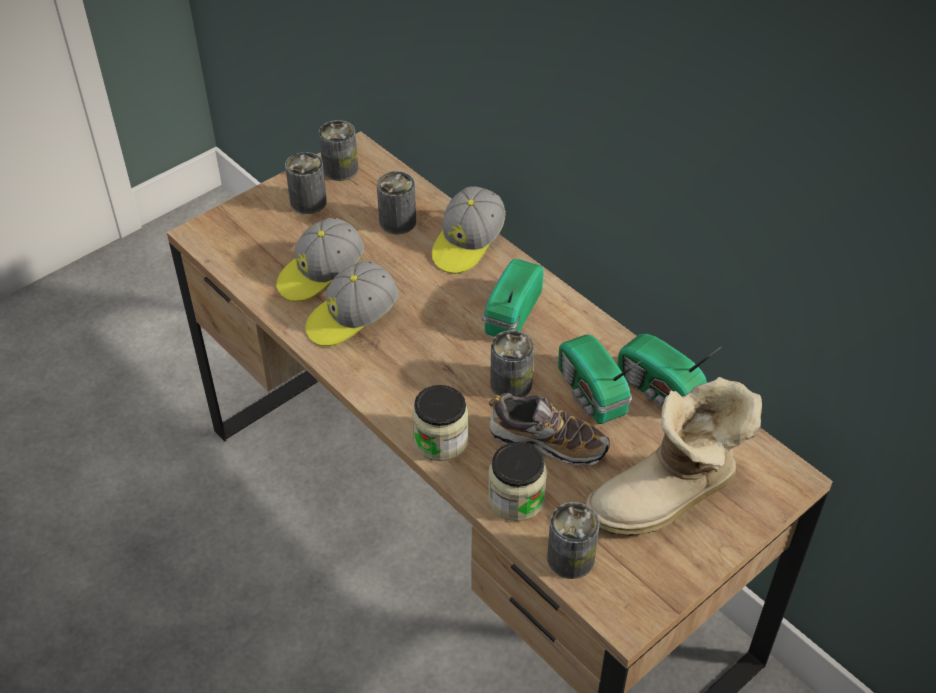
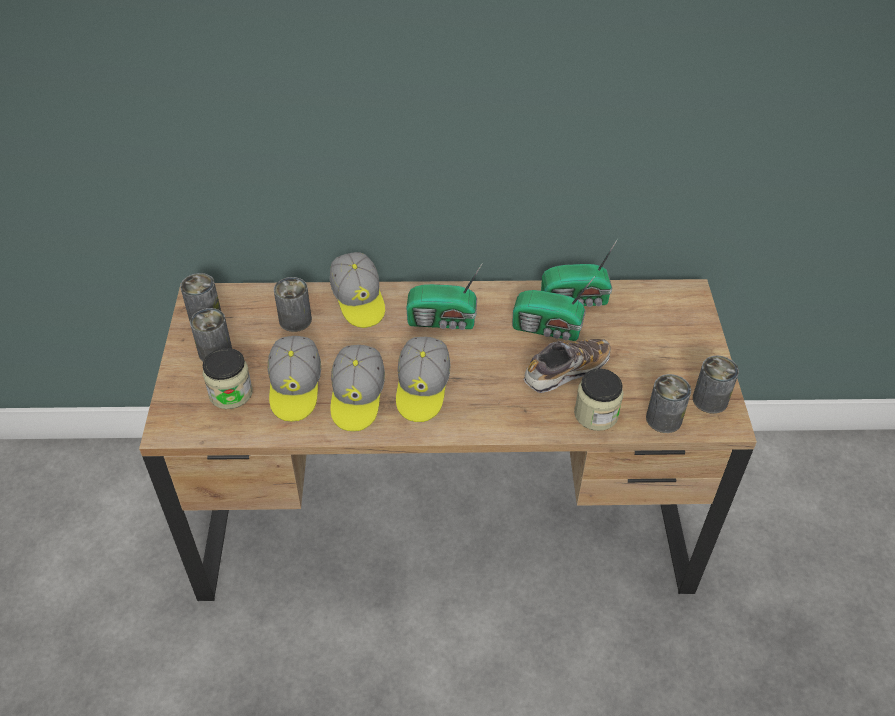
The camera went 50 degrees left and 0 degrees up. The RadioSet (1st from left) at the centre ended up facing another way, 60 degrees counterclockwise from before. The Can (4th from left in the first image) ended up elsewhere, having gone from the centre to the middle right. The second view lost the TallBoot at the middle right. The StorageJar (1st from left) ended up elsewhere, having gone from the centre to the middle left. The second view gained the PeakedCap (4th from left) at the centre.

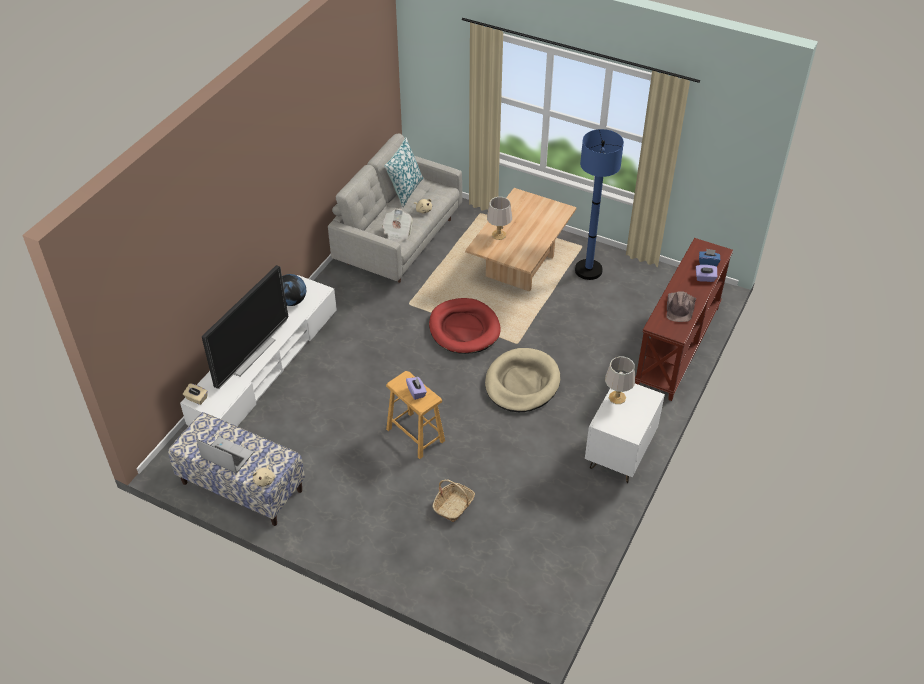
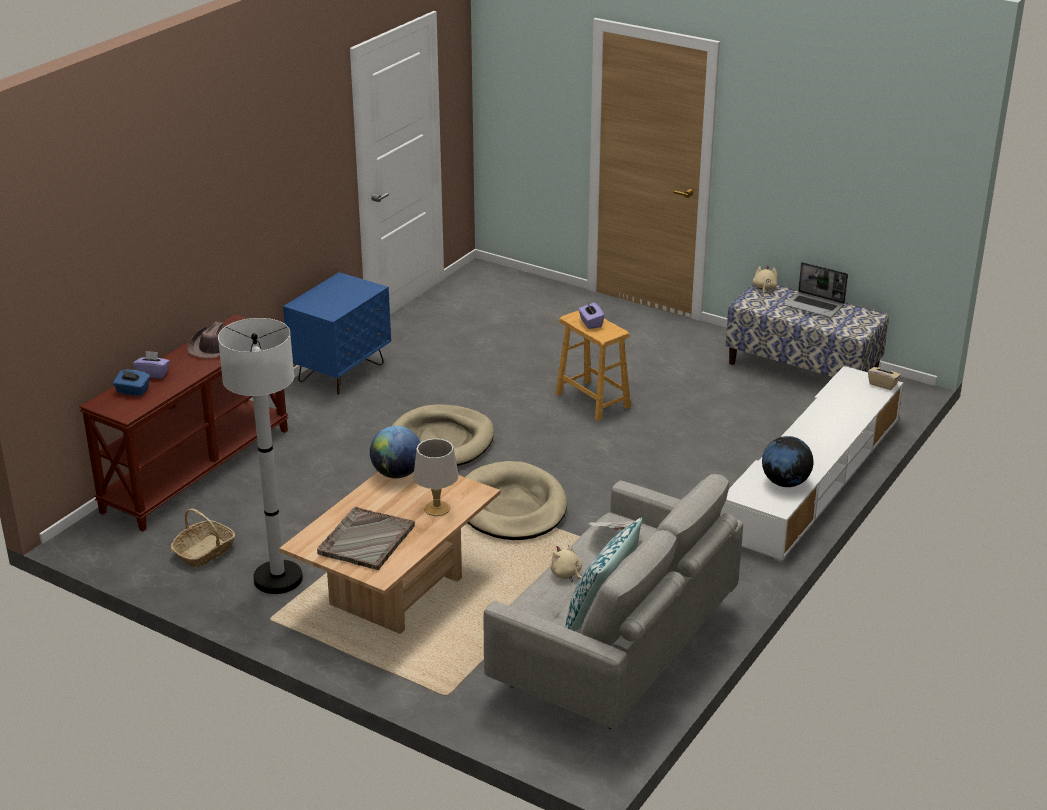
The camera went 175 degrees left and 15 degrees down. What was the BluishStandingLamp at the top centre turned into the WhiteStandingLamp at the middle left. The second view lost the Television at the middle left. What was the ReddishDogBed at the centre turned into the BeigeColouredDogBed (2nd from left) at the centre. The second view lost the GreyTabletopLamp (2nd from left) at the middle right. What was the WhiteNightstand at the middle right turned into the BluishNightstand at the middle left. The Basket ended up elsewhere, having gone from the bottom centre to the middle left. The second view gained the Globe (1st from left) at the centre. The second view gained the GreyServingTray at the centre.

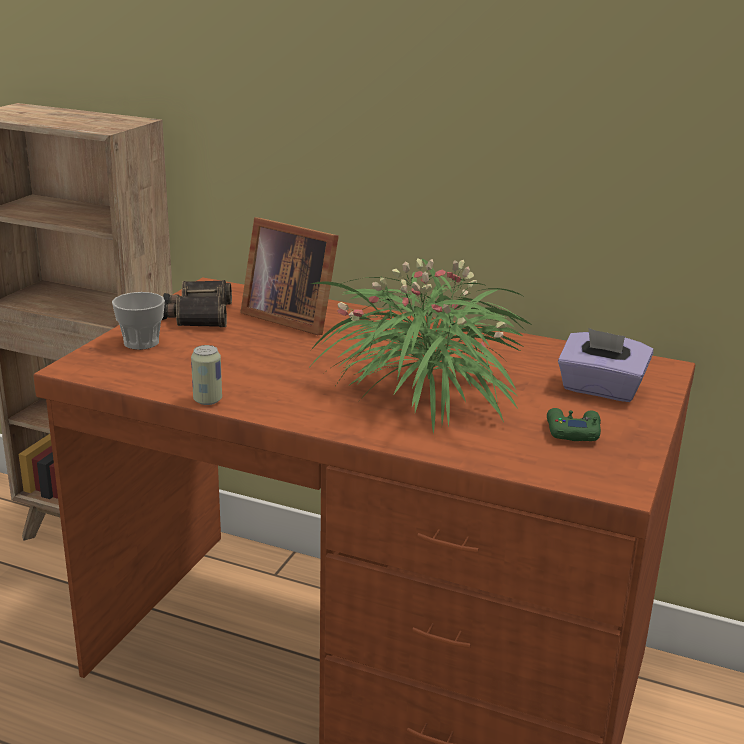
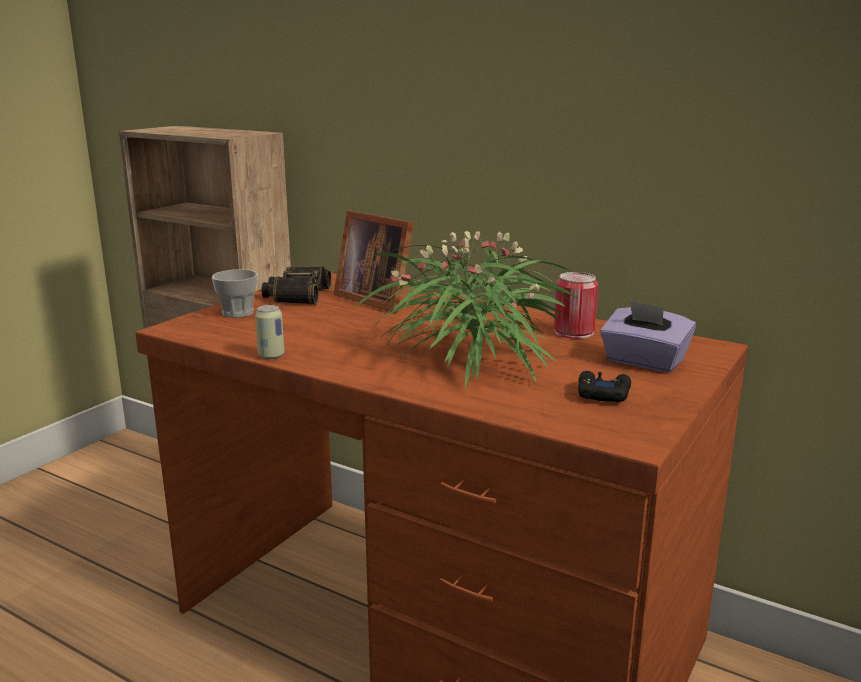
The camera went 10 degrees right and 5 degrees down. What was the GreenGameController at the middle right turned into the BlackGameController at the middle right. The second view gained the Can (2nd from left) at the middle right.

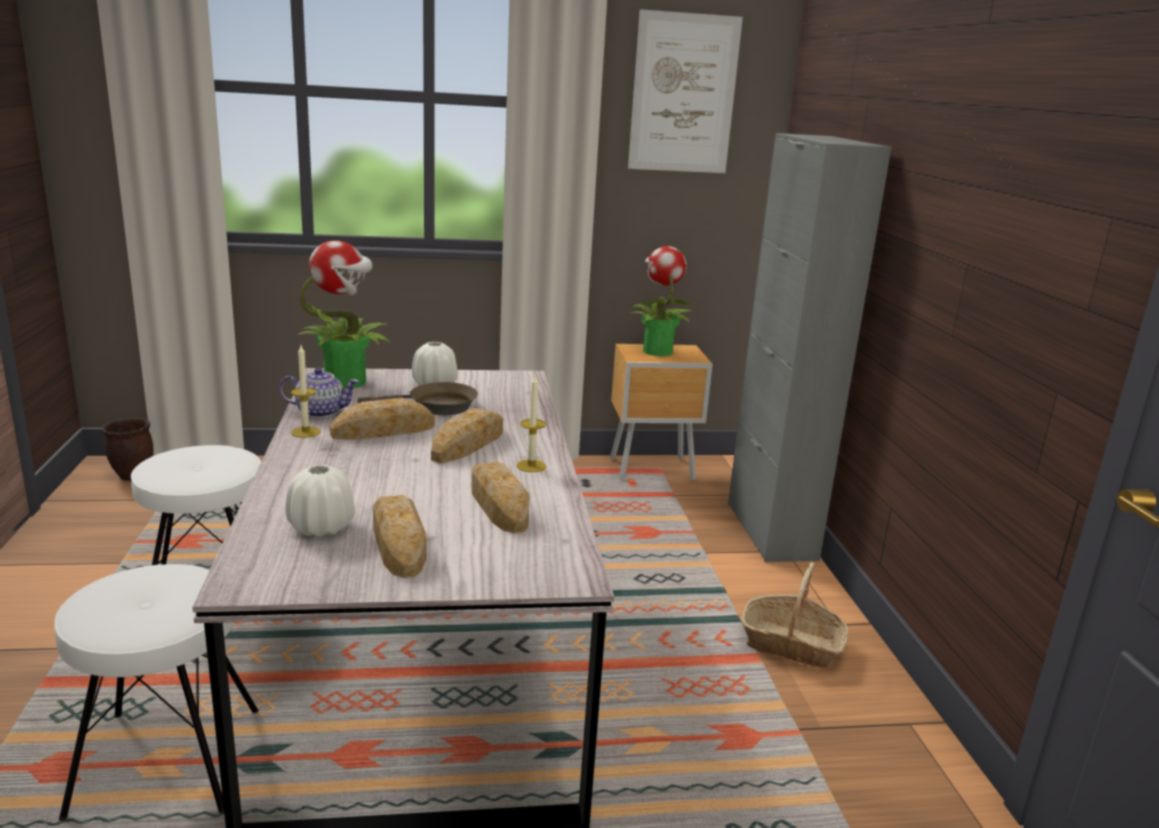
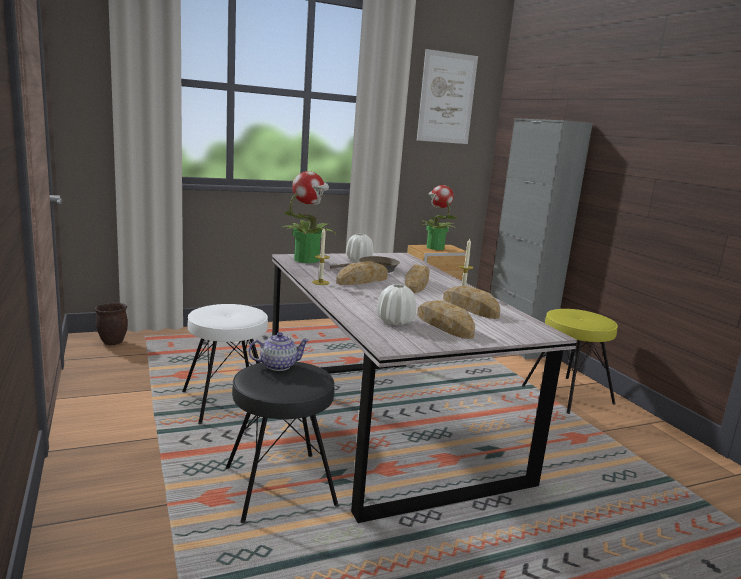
The camera went 15 degrees left and 5 degrees down. The PotForTea ended up elsewhere, having gone from the middle left to the centre. Where the Basket stood at the bottom right, the YellowishStoolSeat came to stand at the middle right. What was the WhiteStoolSeat (1st from left) at the bottom left turned into the BlackStoolSeat at the bottom centre.

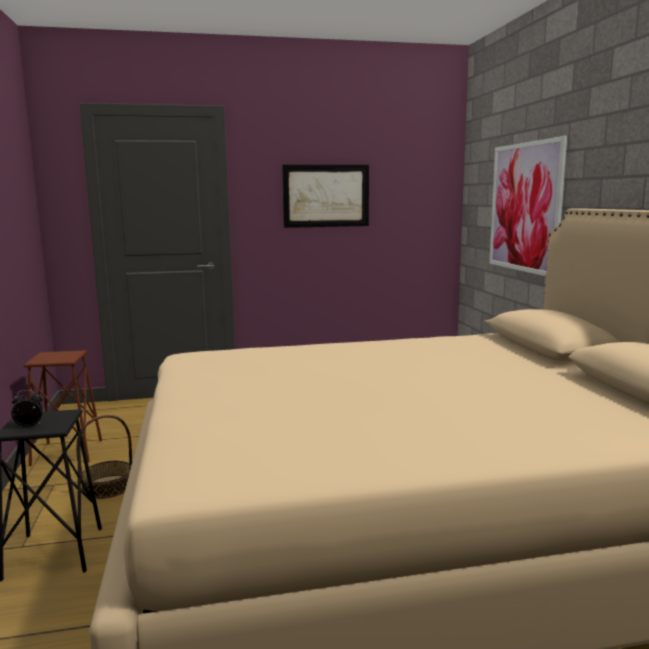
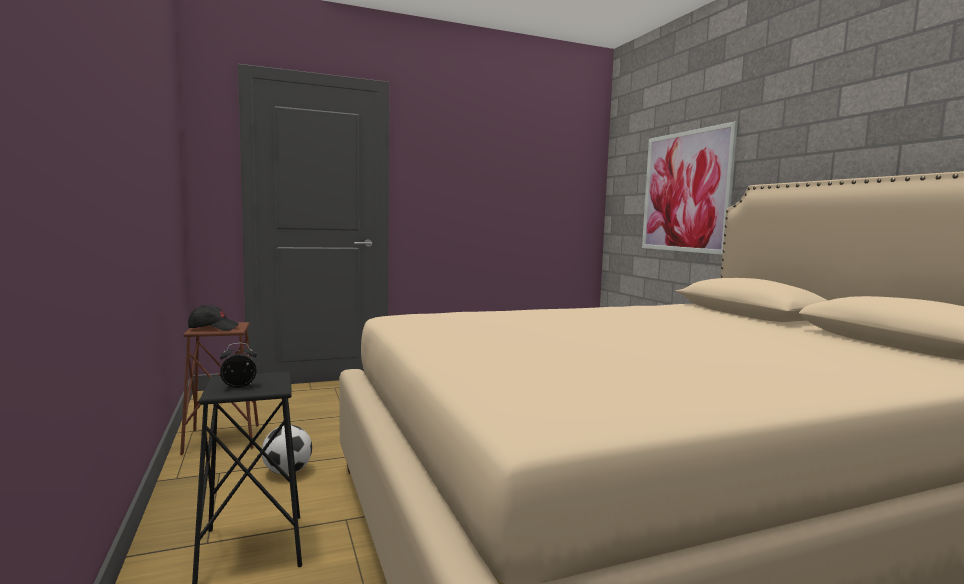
The camera went 10 degrees left and 5 degrees down. The second view lost the Picture (1st from left) at the top centre. Where the Basket stood at the bottom left, the FootballBall came to stand at the bottom left. The second view gained the BlackPeakedCap at the middle left.

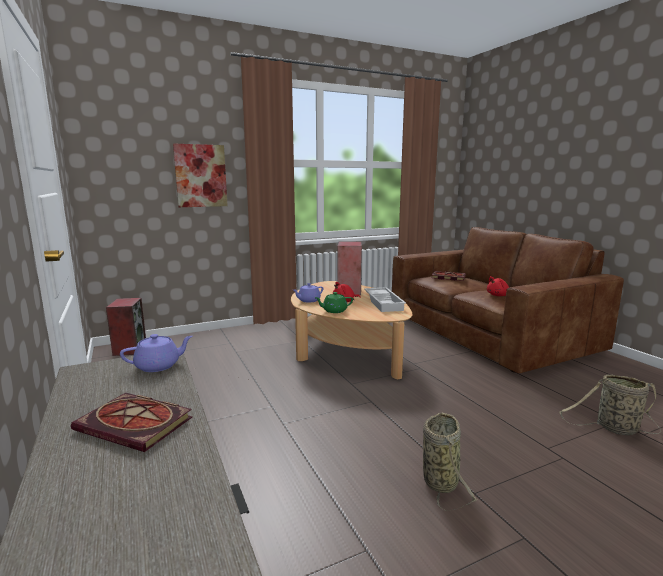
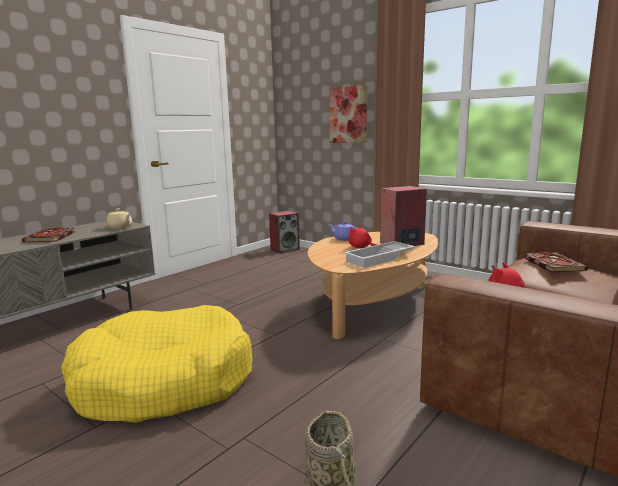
The camera went 65 degrees right and 0 degrees up. The second view lost the GreenPotForTea at the centre. What was the PurplePotForTea (1st from left) at the middle left turned into the BeigeColouredPotForTea at the middle left. Where the Basket (1st from left) stood at the bottom right, the YellowishDogBed came to stand at the bottom left.

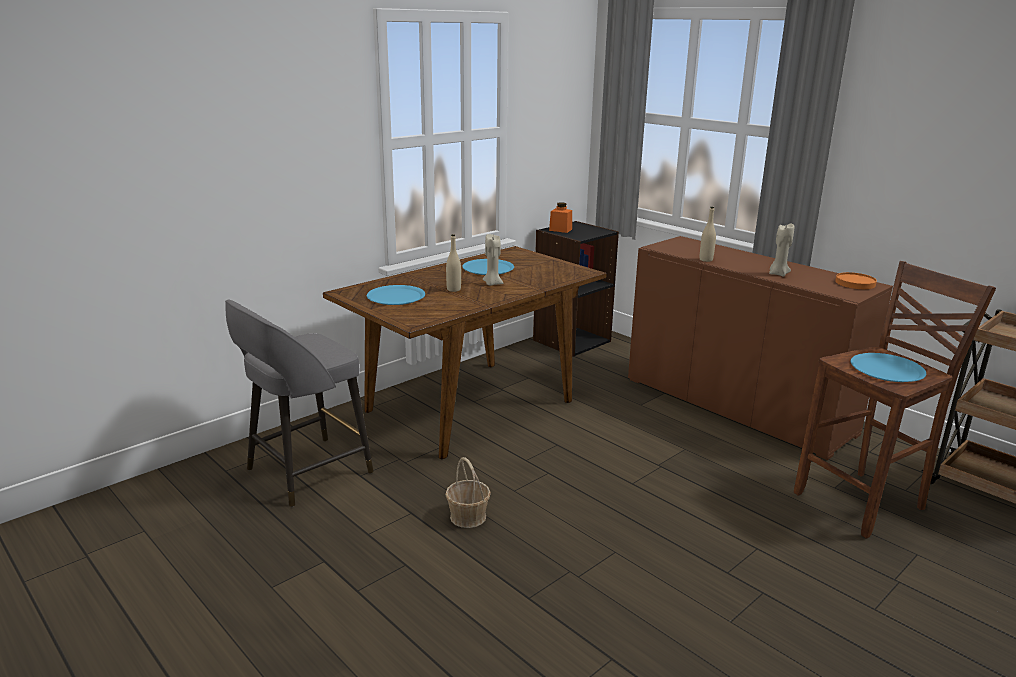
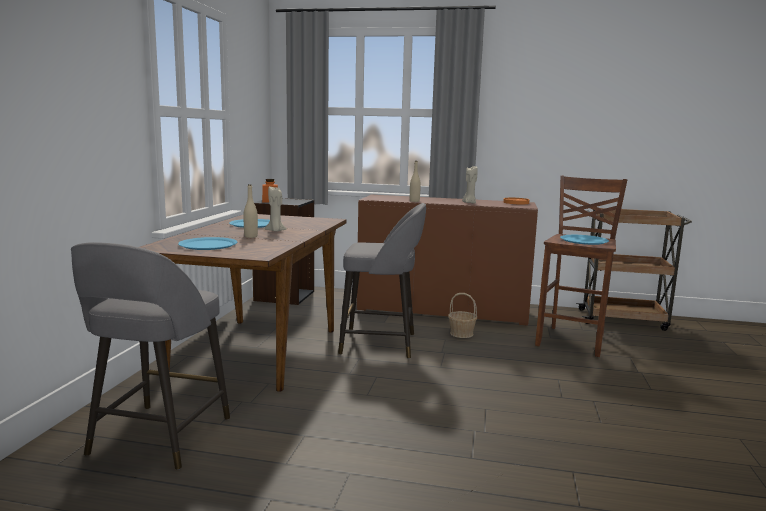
The camera went 35 degrees left and 10 degrees down. The Basket ended up elsewhere, having gone from the bottom centre to the centre. The second view gained the GreyStoolSeat (2nd from left) at the centre.

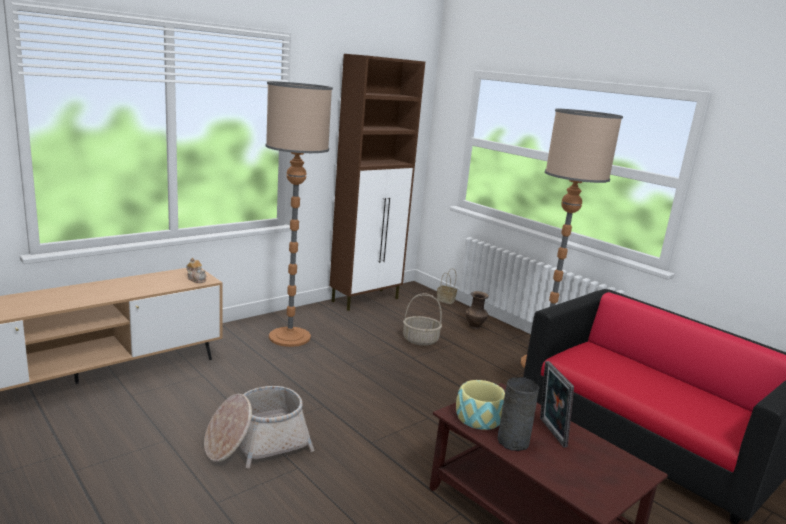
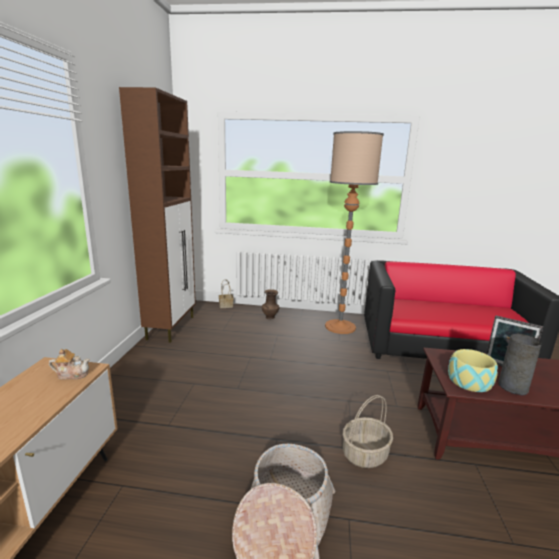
The camera went 40 degrees left and 0 degrees up. The second view lost the StandingLamp (1st from left) at the centre. The Basket (2nd from left in the first image) ended up elsewhere, having gone from the centre to the bottom centre.

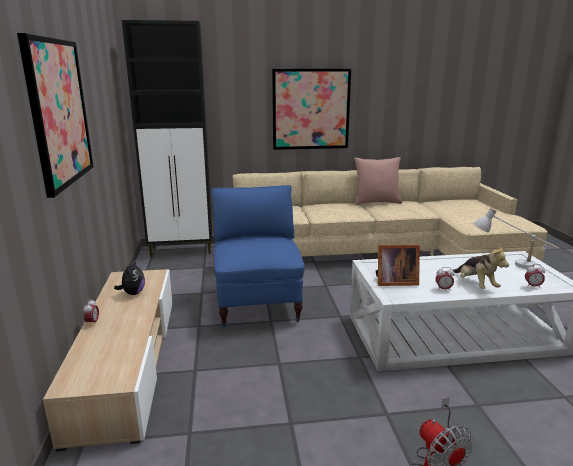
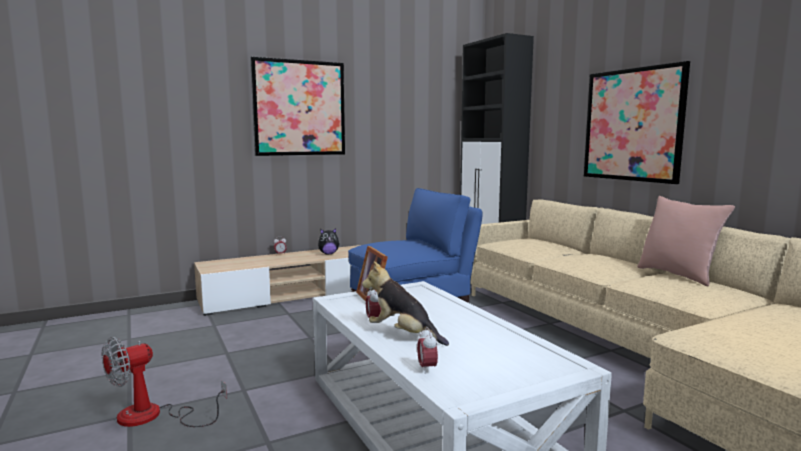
The camera went 70 degrees right and 10 degrees down. The second view lost the WhiteTabletopLamp at the middle right. The CuddlyToy (2nd from left) at the middle right ended up facing another way, 75 degrees clockwise from before.

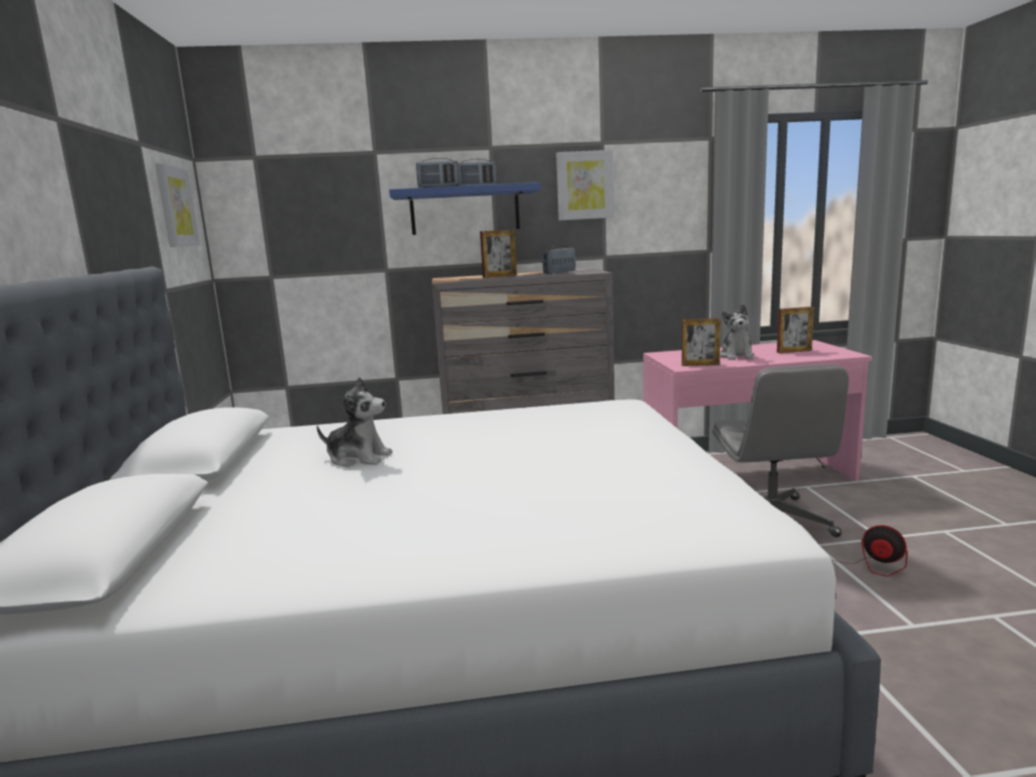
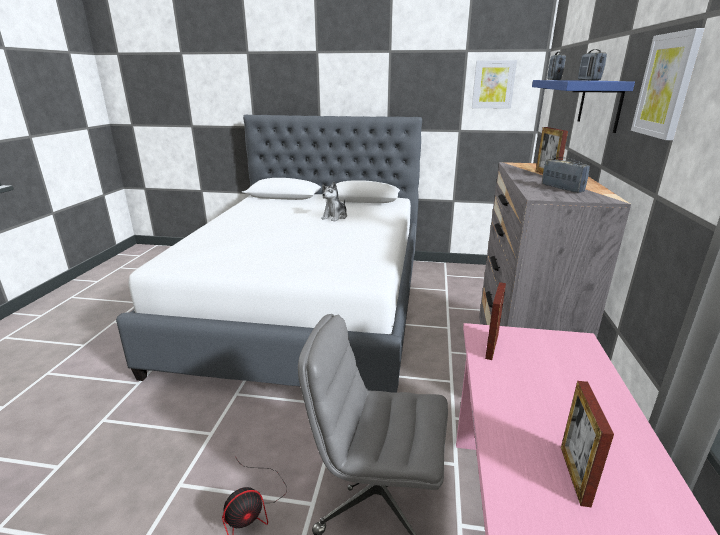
The camera went 105 degrees right and 10 degrees up. The second view lost the CuddlyToy (2nd from left) at the middle right.

